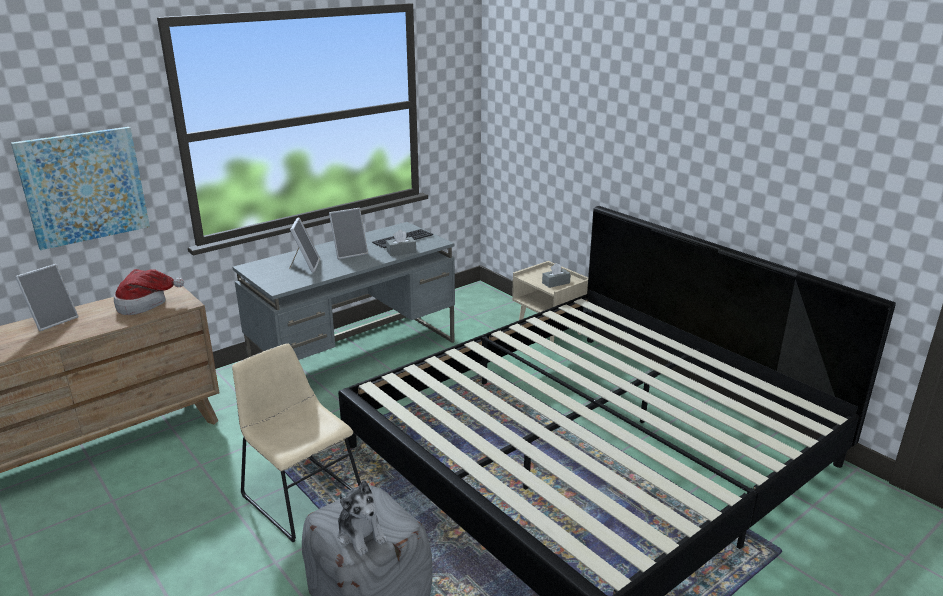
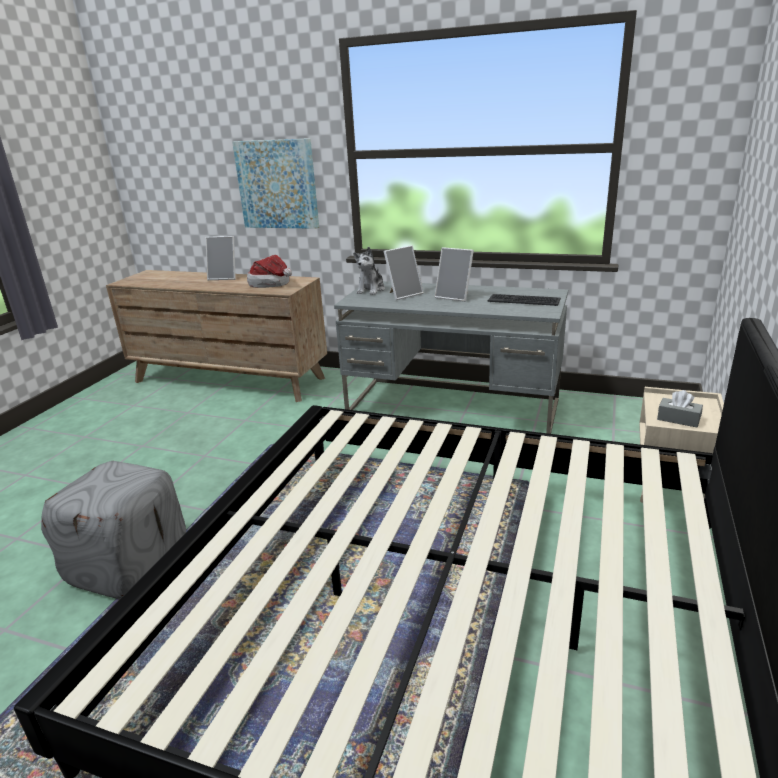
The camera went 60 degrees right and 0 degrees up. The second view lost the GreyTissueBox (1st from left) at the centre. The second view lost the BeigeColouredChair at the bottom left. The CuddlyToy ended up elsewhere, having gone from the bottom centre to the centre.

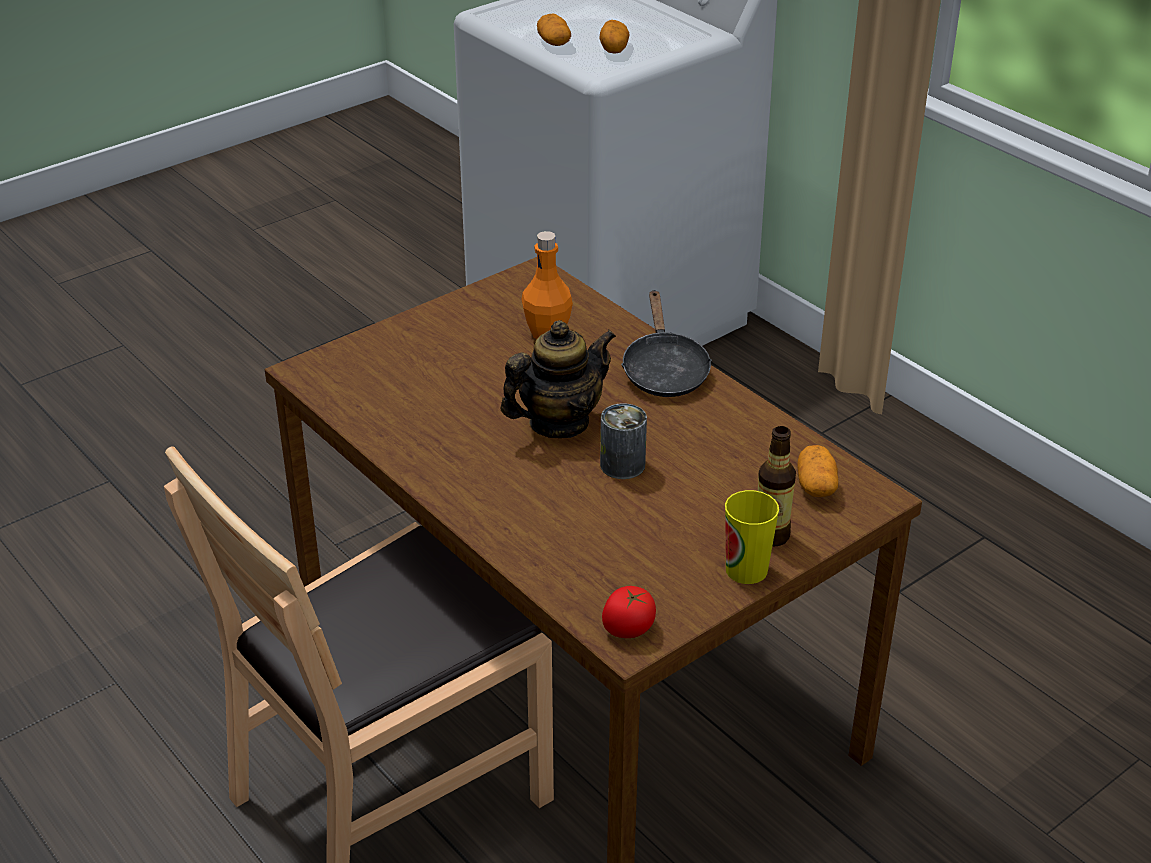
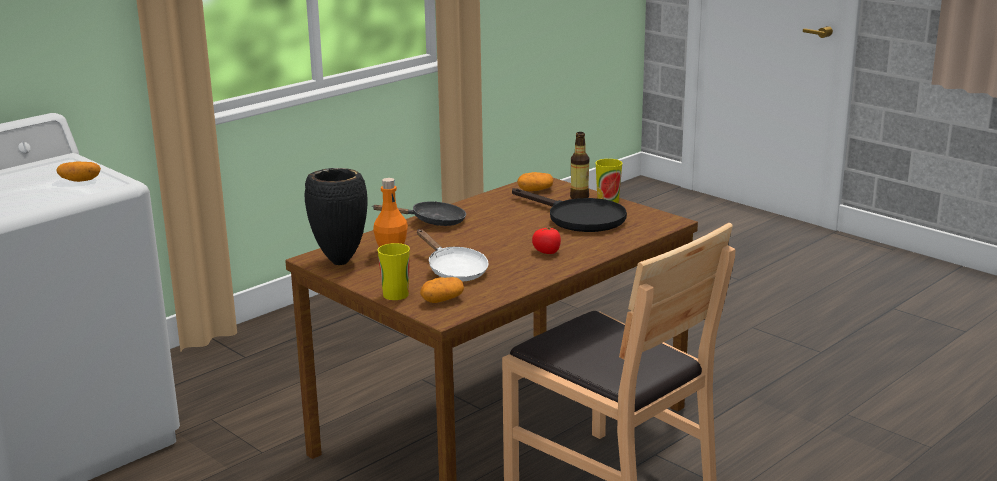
The camera went 95 degrees left and 15 degrees down. The WholePotato (1st from left in the first image) ended up elsewhere, having gone from the top centre to the centre. The second view lost the PotForTea at the centre. The second view lost the Can at the centre. The WholeTomato ended up elsewhere, having gone from the bottom centre to the centre. The second view gained the BlackDecorativeVase at the centre. The second view gained the BlackSkillet (2nd from left) at the centre. The second view gained the WhiteSkillet at the centre. The second view gained the Cup (1st from left) at the centre.

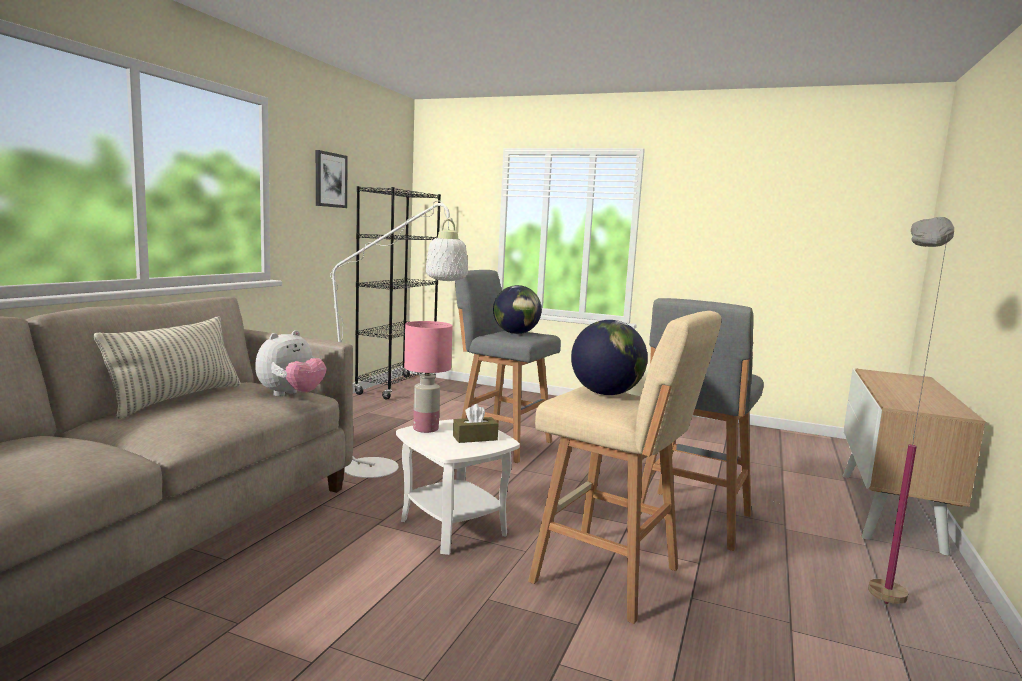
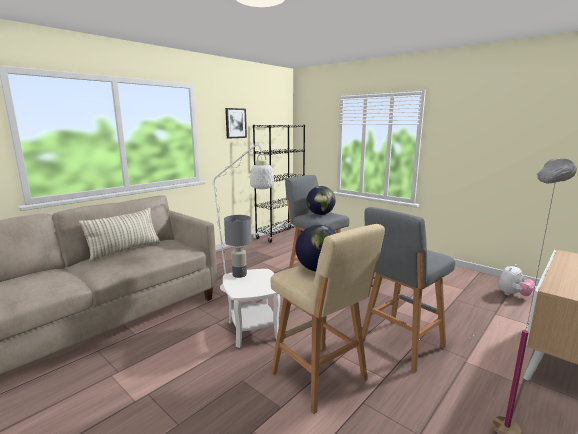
The camera went 20 degrees right and 5 degrees up. What was the PinkTabletopLamp at the centre turned into the GreyTabletopLamp at the centre. The CuddlyToy ended up elsewhere, having gone from the middle left to the middle right. The second view lost the BrownColouredTissueBox at the centre.

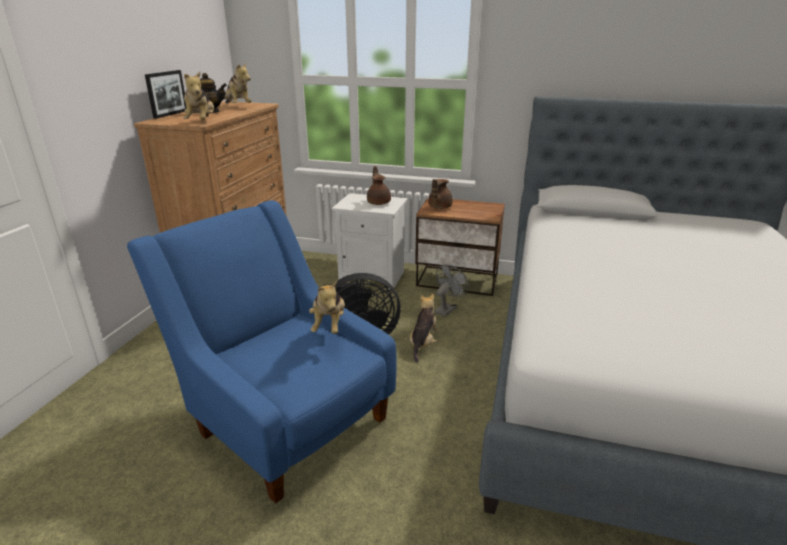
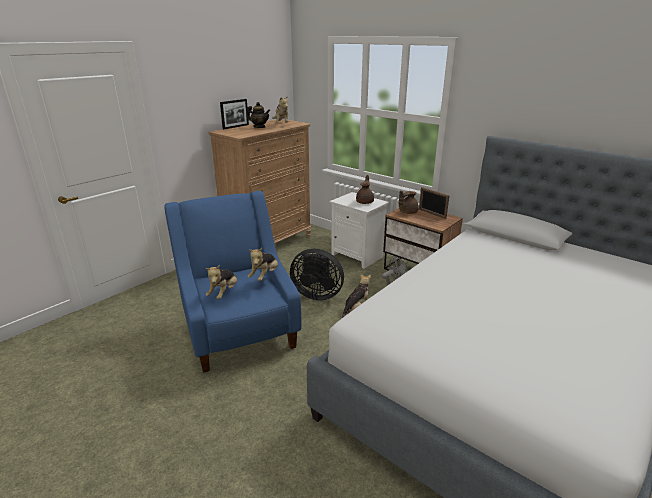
The camera went 25 degrees right and 0 degrees up. The CuddlyToy (1st from left) ended up elsewhere, having gone from the top left to the centre. The second view gained the StandingFrame (2nd from left) at the centre.

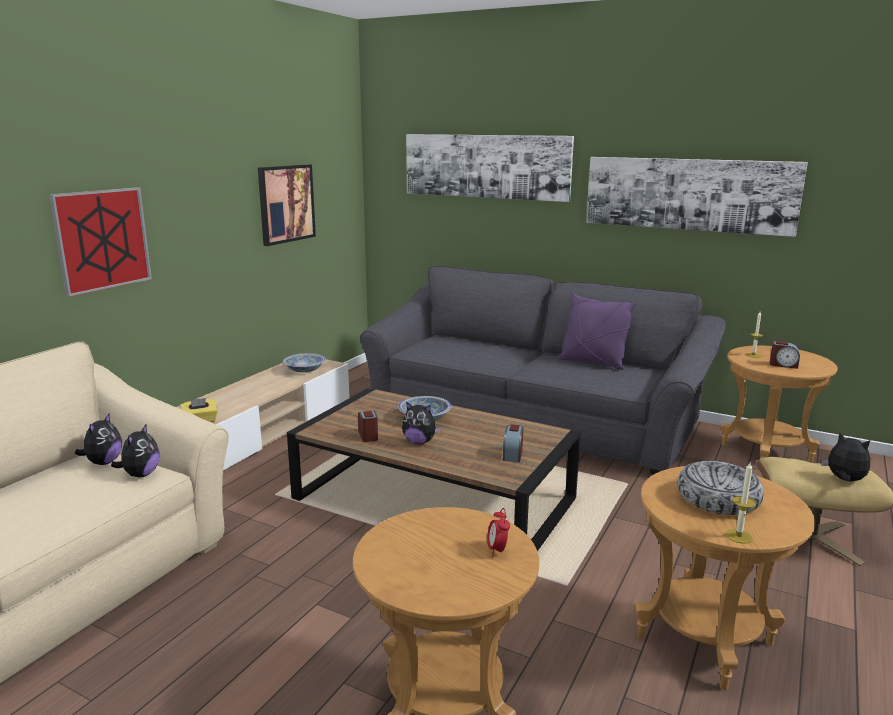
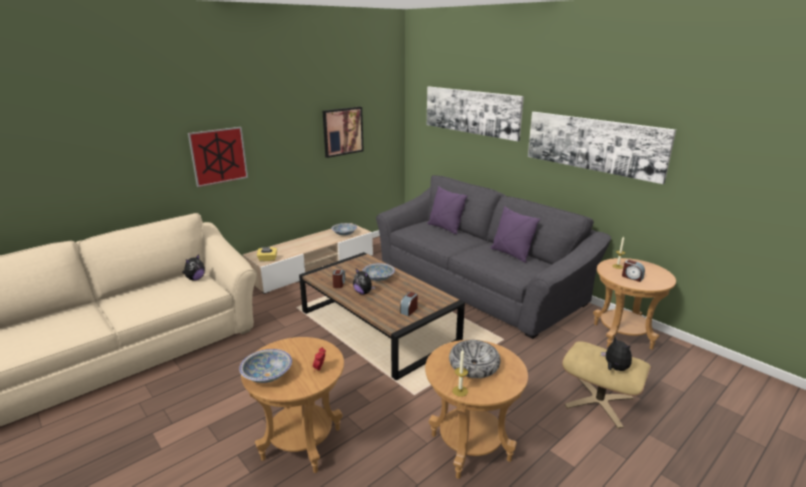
The camera went 20 degrees right and 5 degrees up. The second view lost the CuddlyToy (2nd from left) at the middle left. The second view gained the PurpleThrowPillow (1st from left) at the centre. The second view gained the ServingBowl (1st from left) at the bottom left.

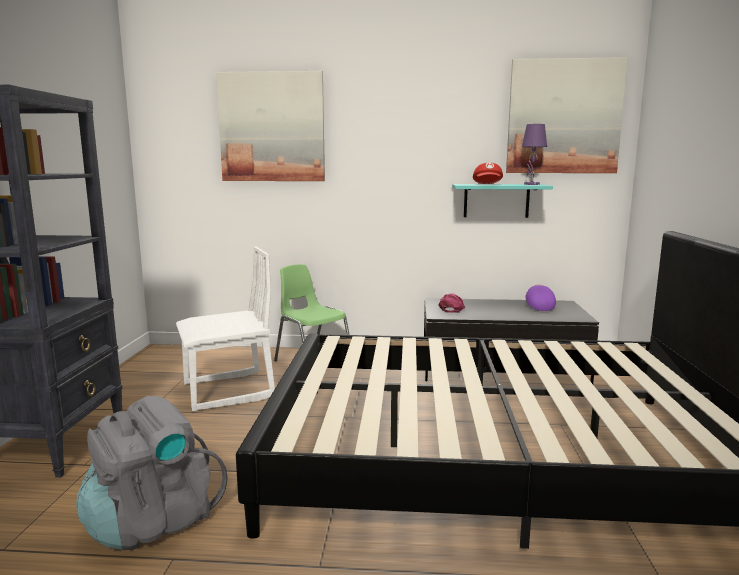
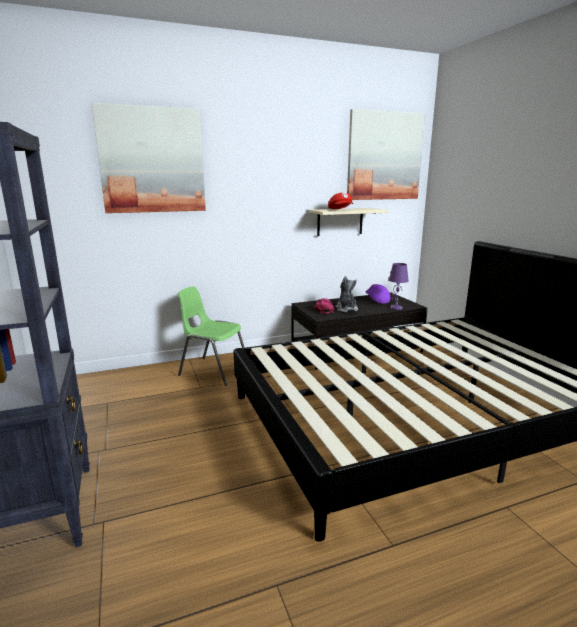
The camera went 25 degrees left and 5 degrees up. The PurpleTabletopLamp ended up elsewhere, having gone from the top right to the middle right. What was the TurquoiseColouredShelf at the middle right turned into the BeigeColouredShelf at the centre. The second view lost the WhiteChair at the middle left. The second view lost the GreyKnapsack at the bottom left. The second view gained the CuddlyToy at the centre.

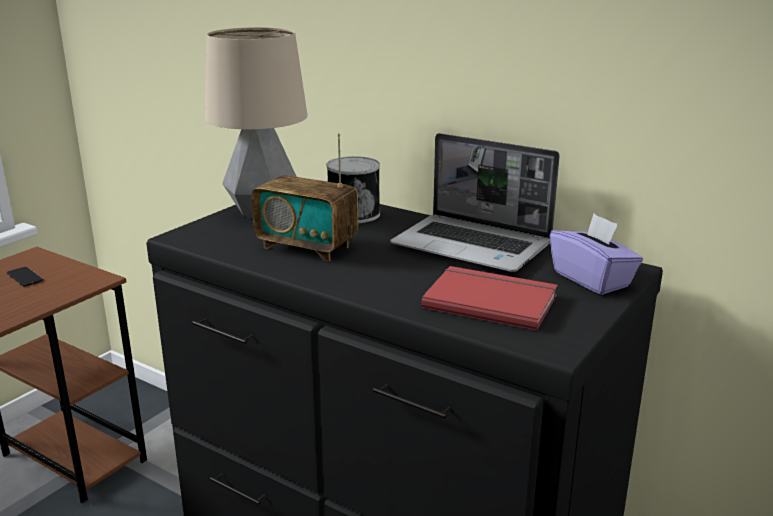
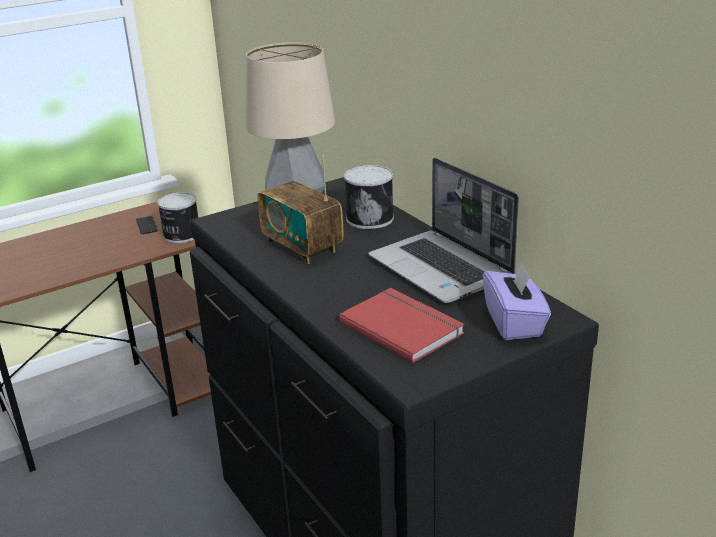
The camera went 25 degrees right and 5 degrees up. The second view gained the Can (1st from left) at the middle left.

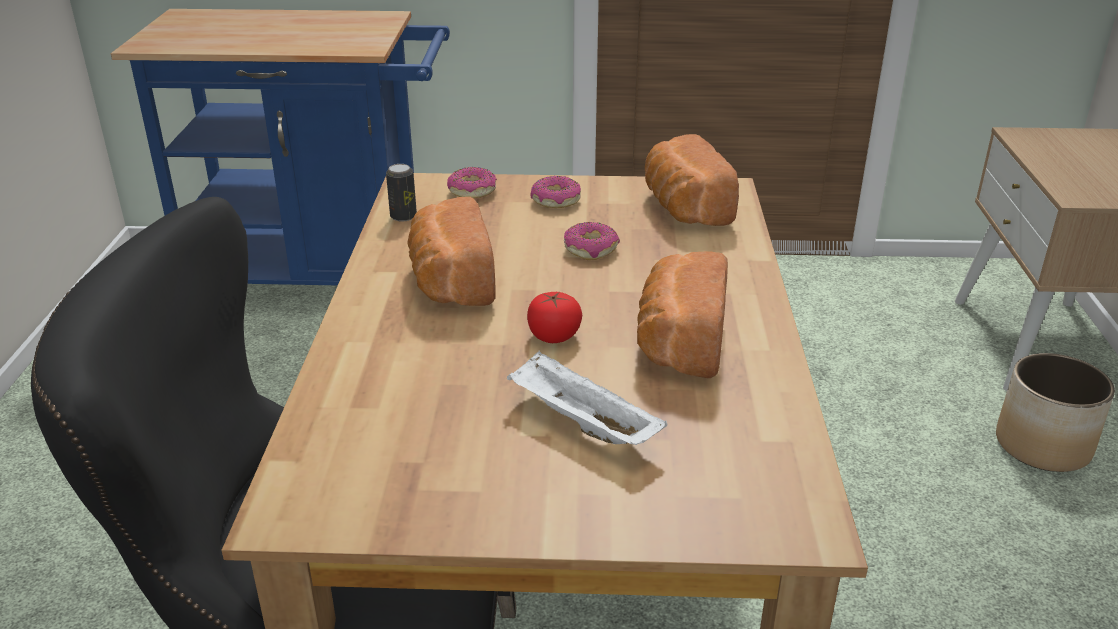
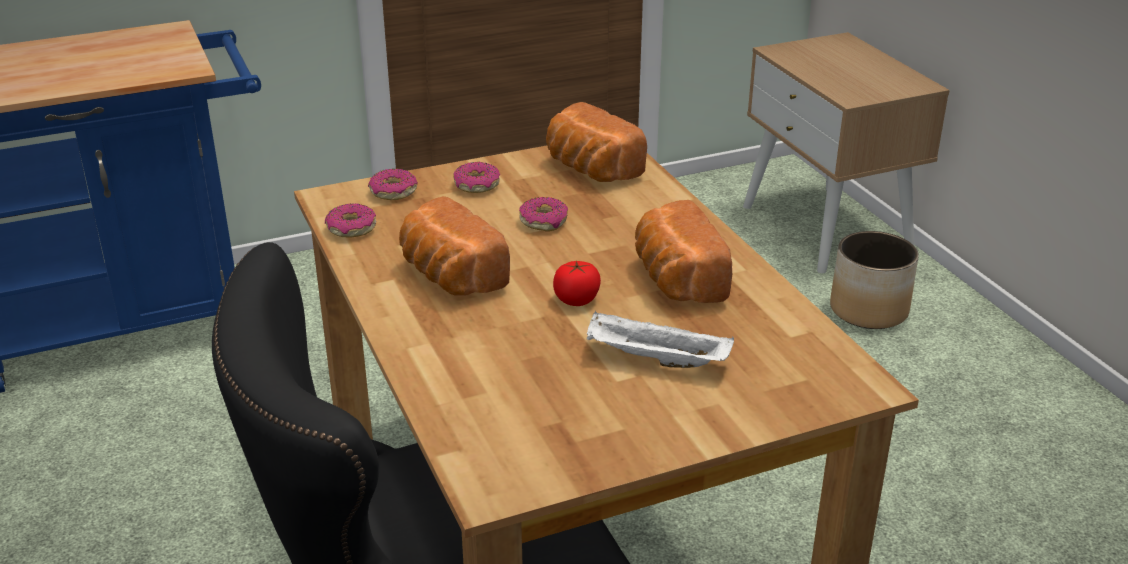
The camera went 25 degrees left and 0 degrees up. Where the Can stood at the top centre, the RingDoughnut (1st from left) came to stand at the middle left.

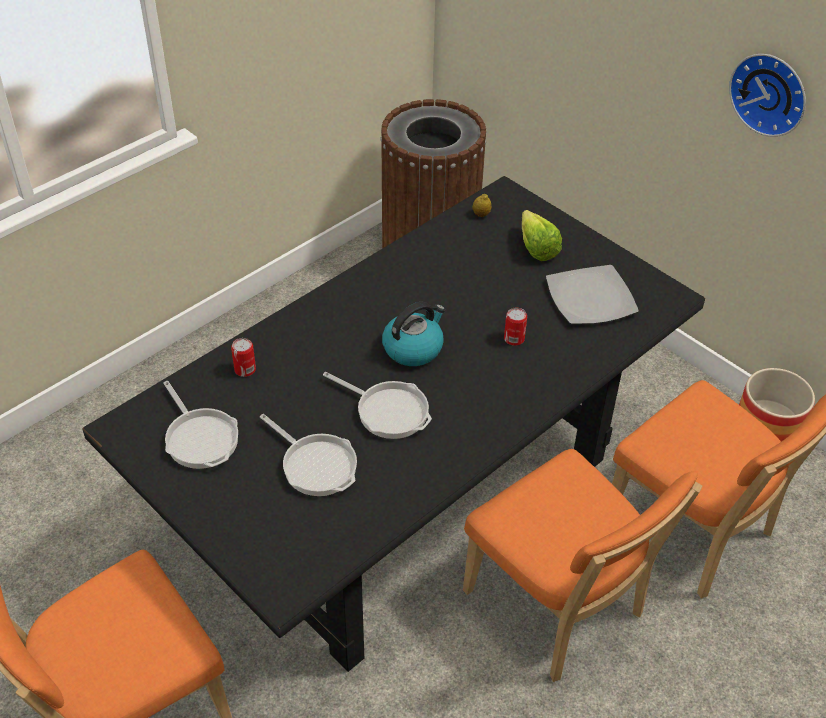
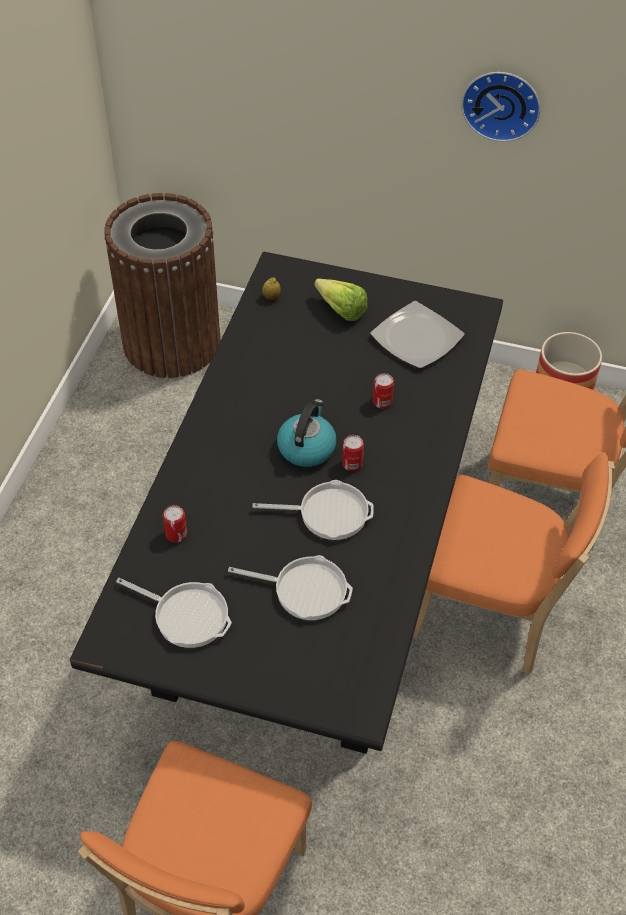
The camera went 30 degrees left and 5 degrees up. The second view gained the Can (2nd from left) at the centre.

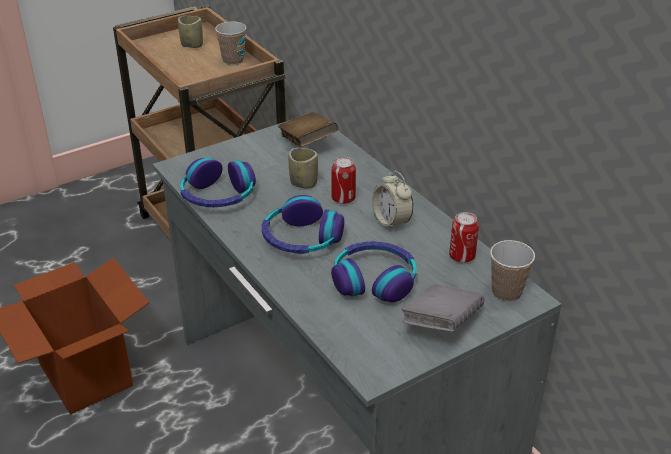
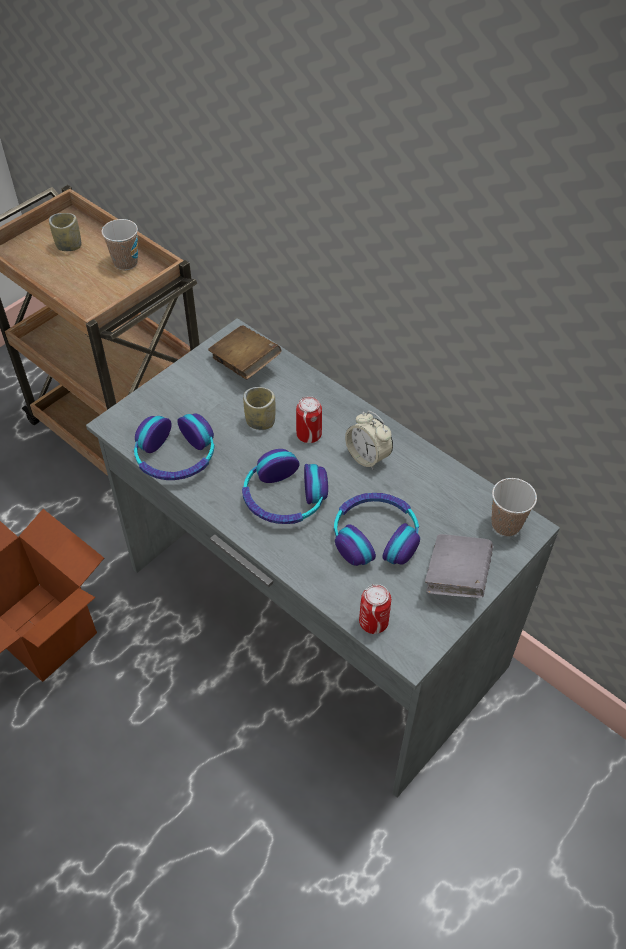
The camera went 15 degrees left and 15 degrees up. The Can (2nd from left) ended up elsewhere, having gone from the middle right to the centre.

